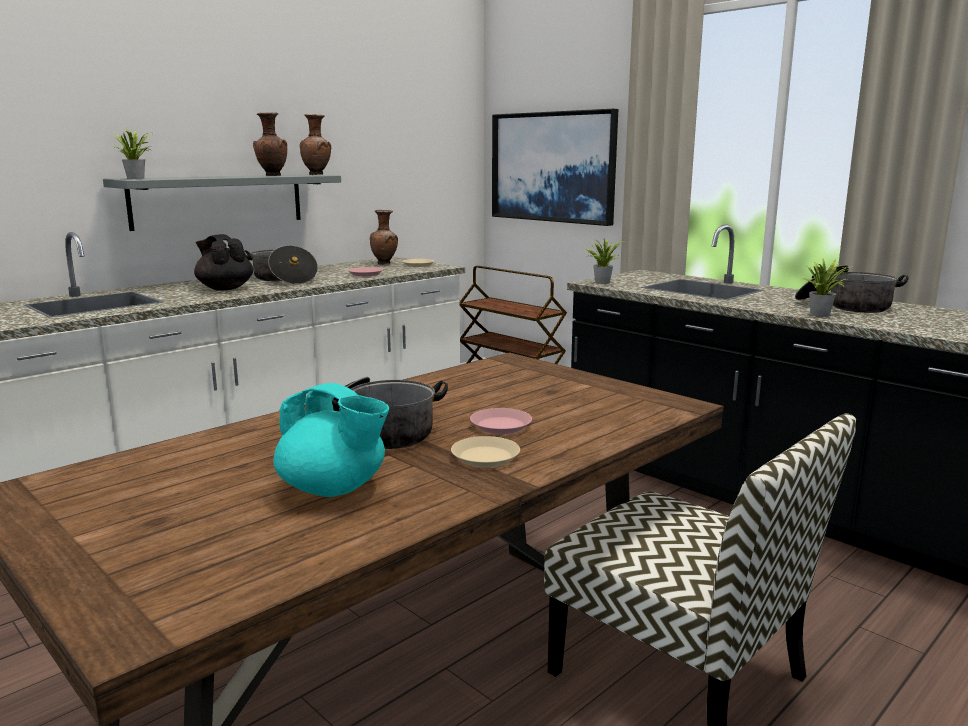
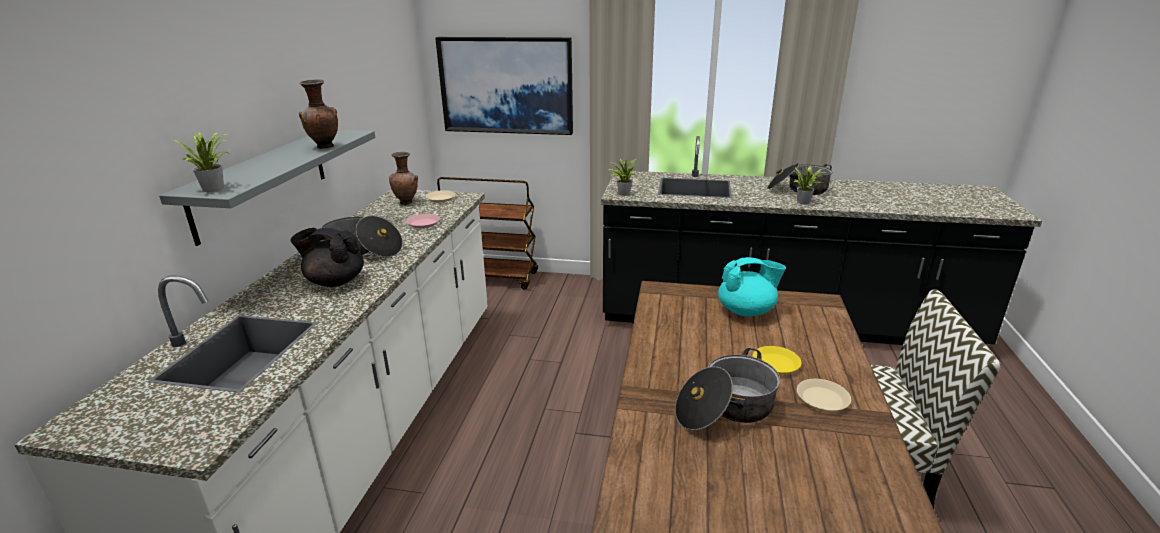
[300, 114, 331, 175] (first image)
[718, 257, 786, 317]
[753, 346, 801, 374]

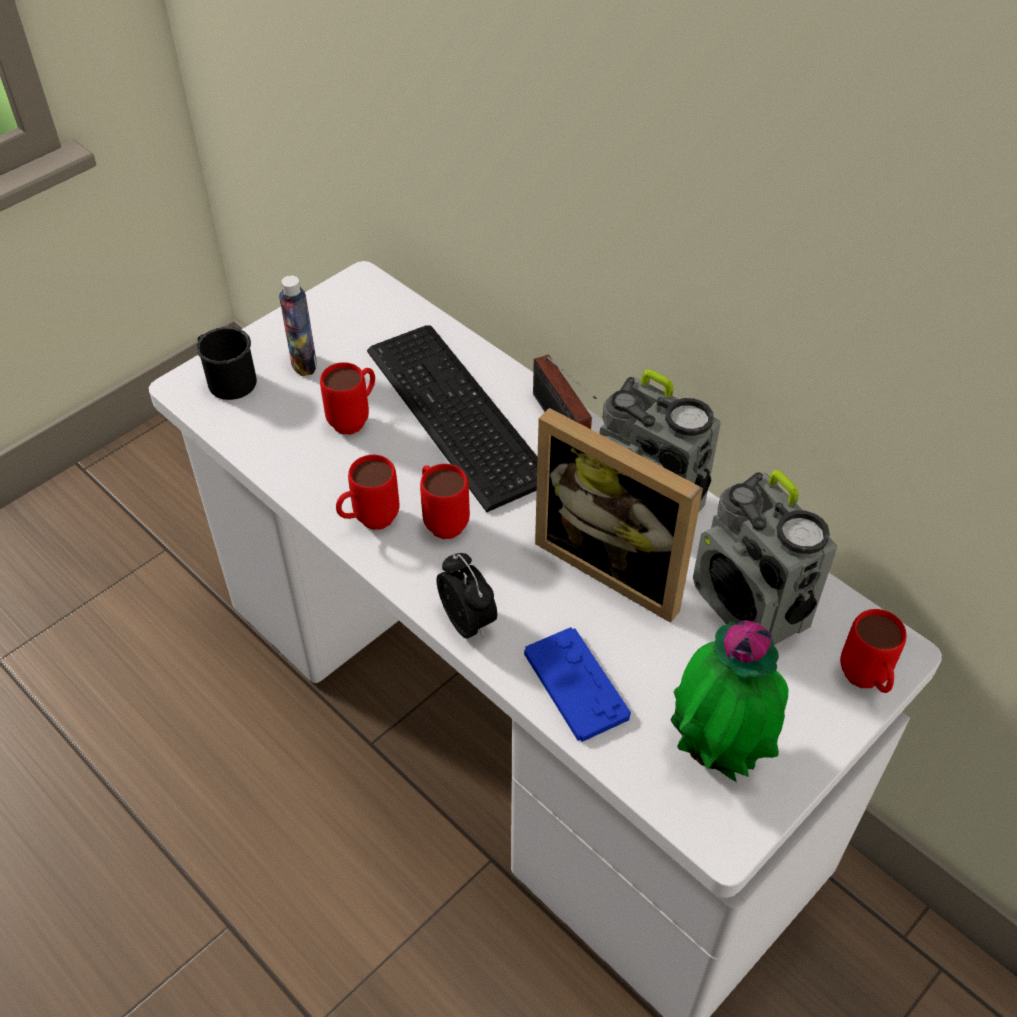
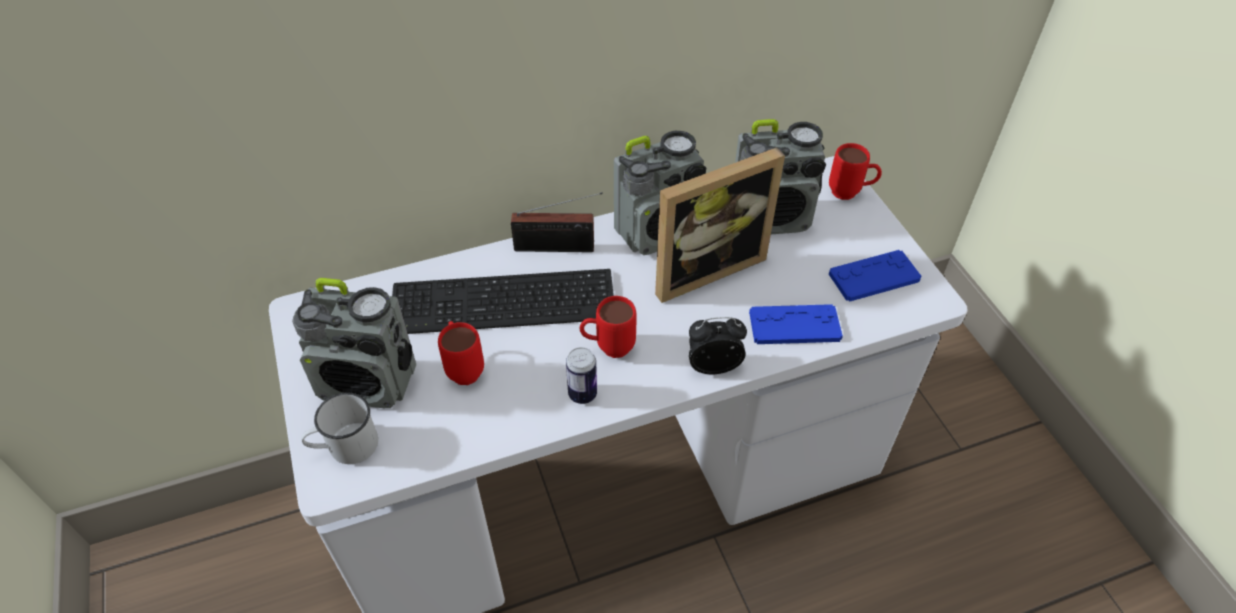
[292, 278, 416, 408]
[301, 393, 378, 464]
[566, 347, 597, 404]
[829, 250, 921, 302]

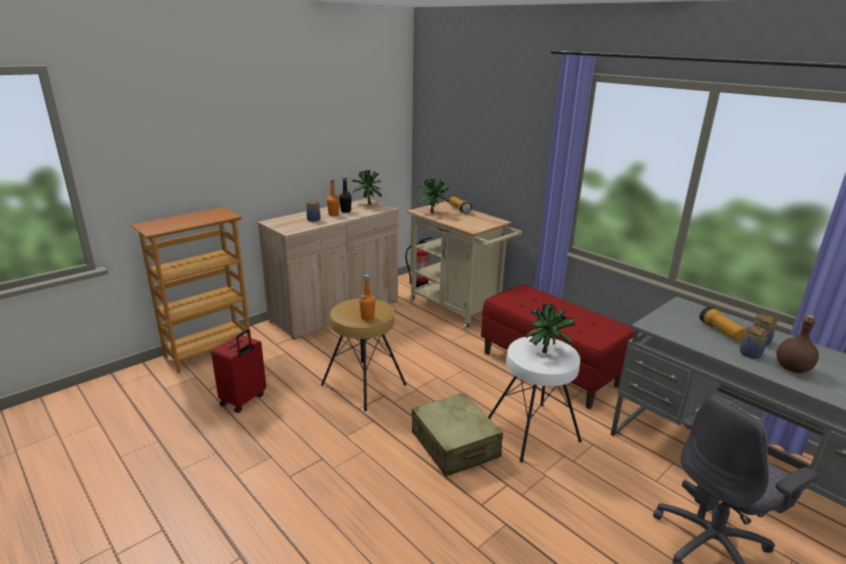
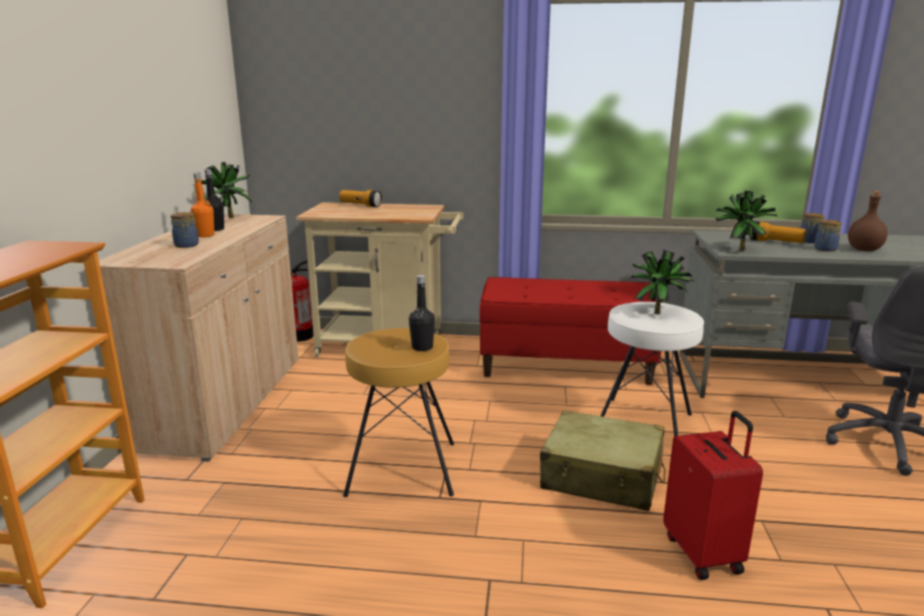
[715, 191, 777, 251]
[409, 275, 435, 351]
[663, 411, 763, 580]

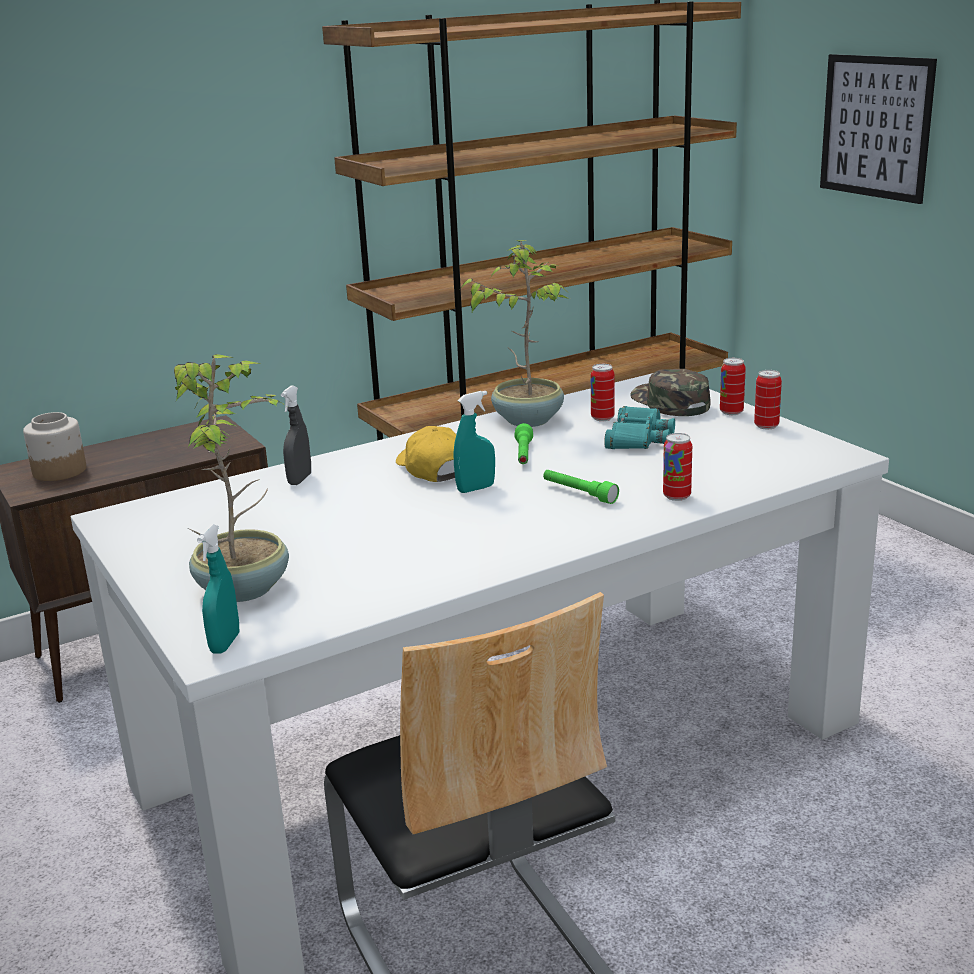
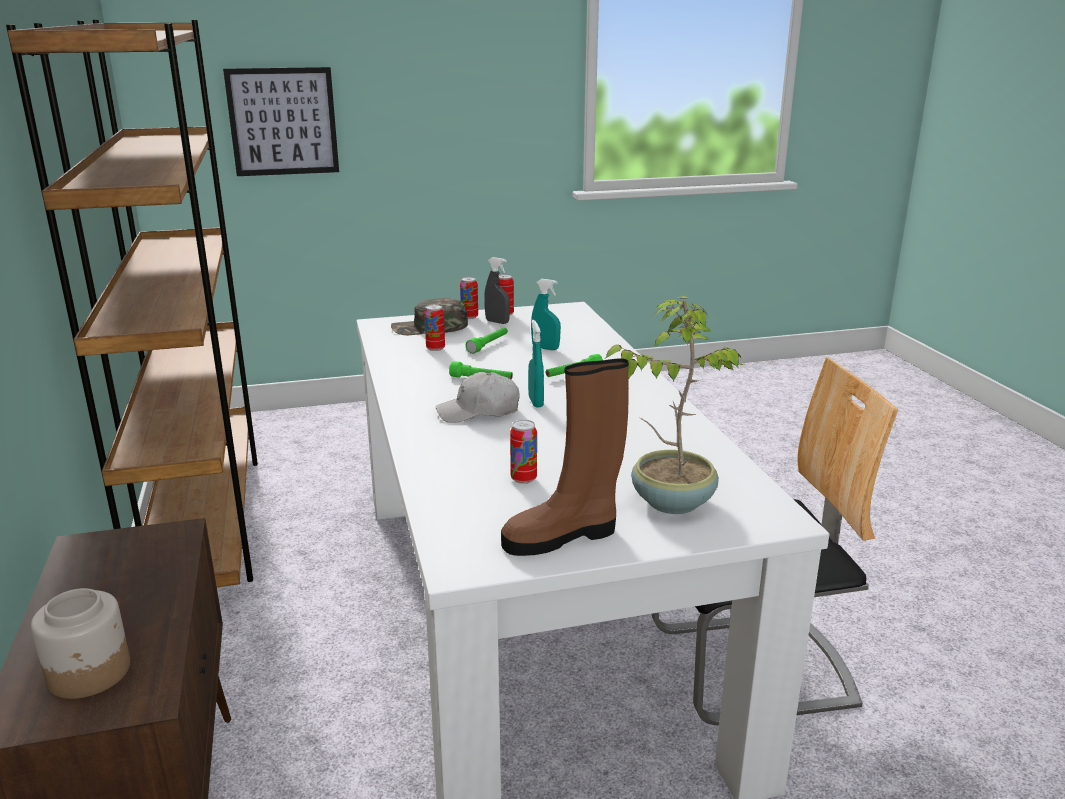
[460, 240, 570, 427] (first image)
[484, 257, 510, 324]
[466, 327, 508, 354]
[436, 372, 520, 423]
[510, 420, 537, 484]
[531, 279, 561, 350]
[501, 358, 629, 556]

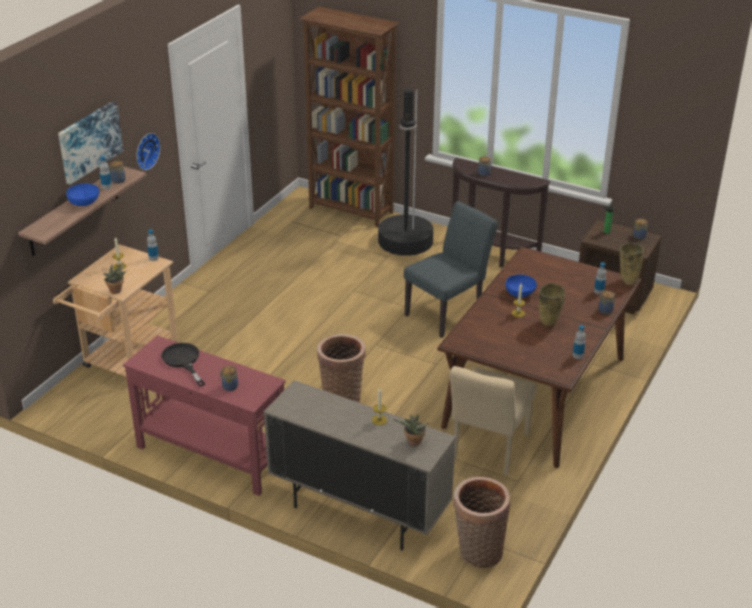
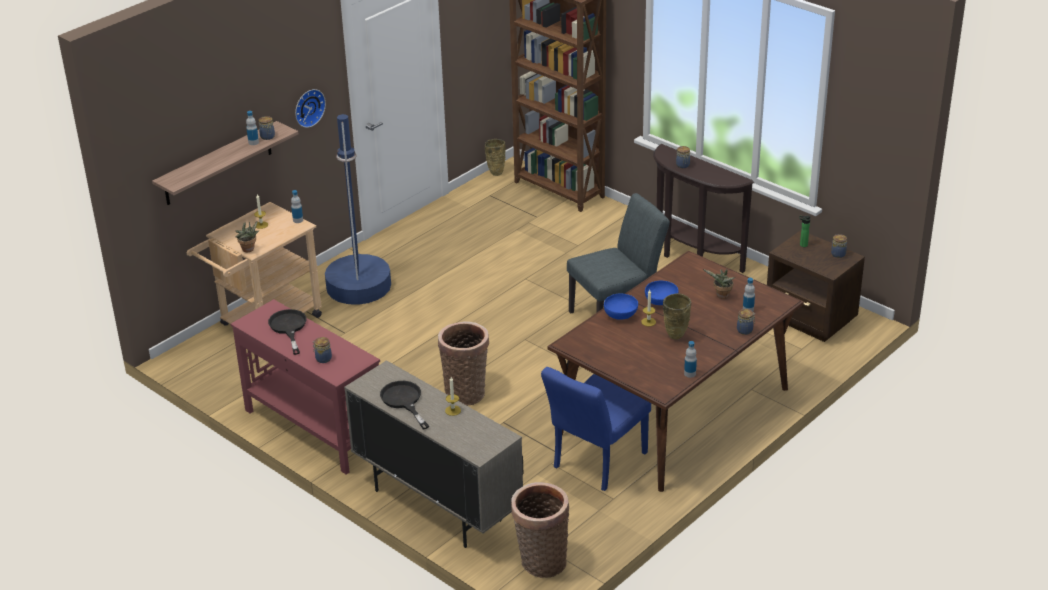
[378, 89, 433, 256] (first image)
[58, 101, 123, 185] (first image)
[604, 294, 638, 320]
[485, 139, 506, 176]
[541, 367, 651, 491]
[703, 269, 735, 299]
[325, 114, 391, 305]
[380, 381, 429, 429]

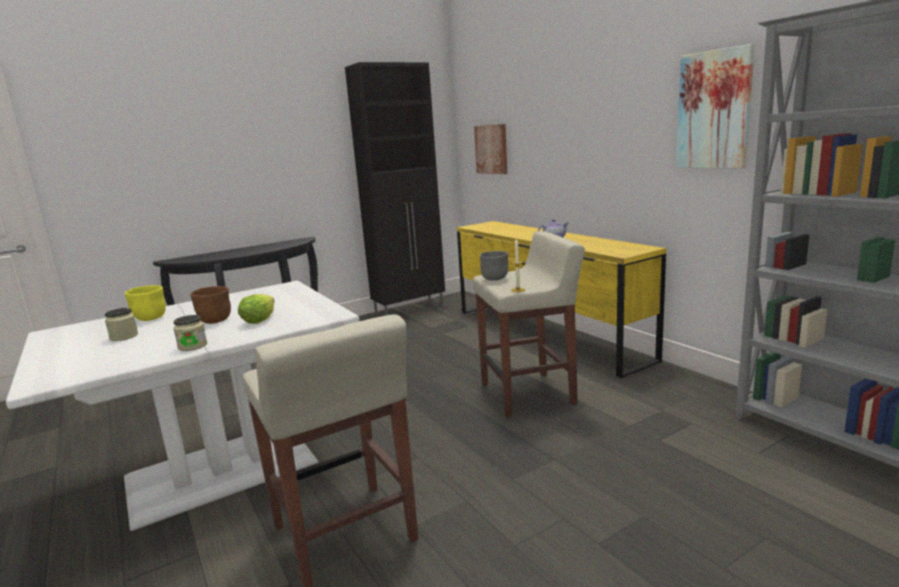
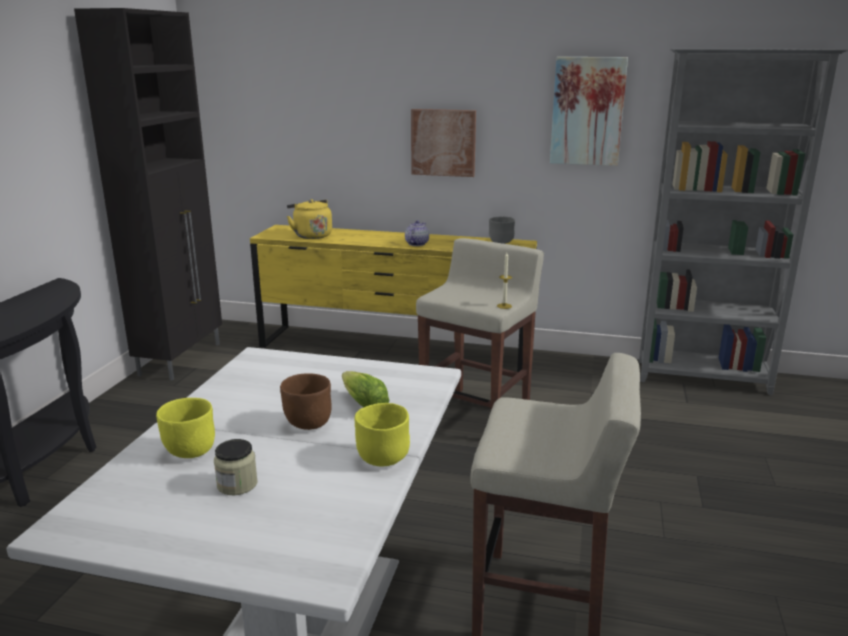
[411, 109, 476, 177]
[489, 216, 515, 244]
[354, 403, 410, 466]
[287, 199, 332, 239]

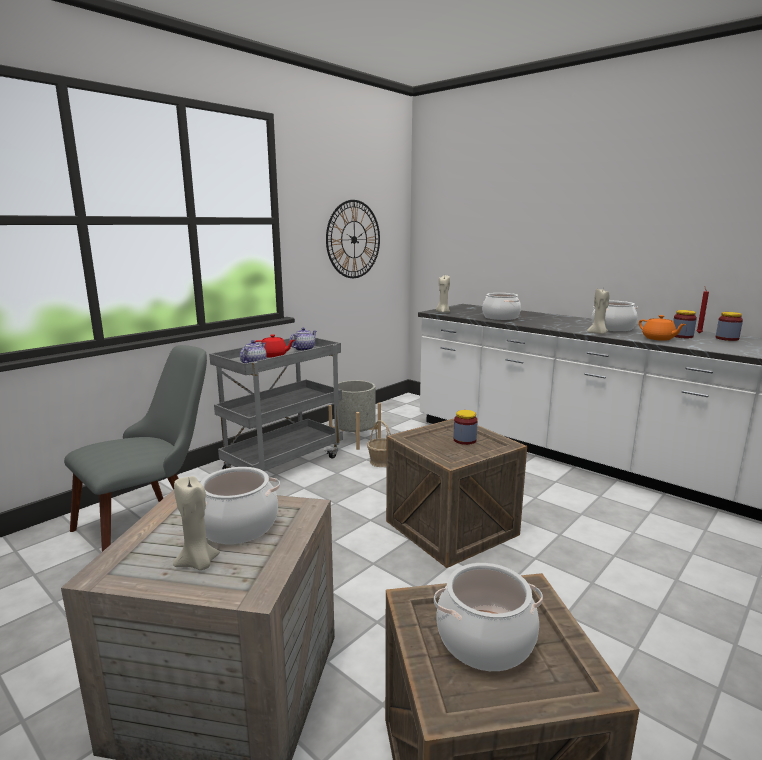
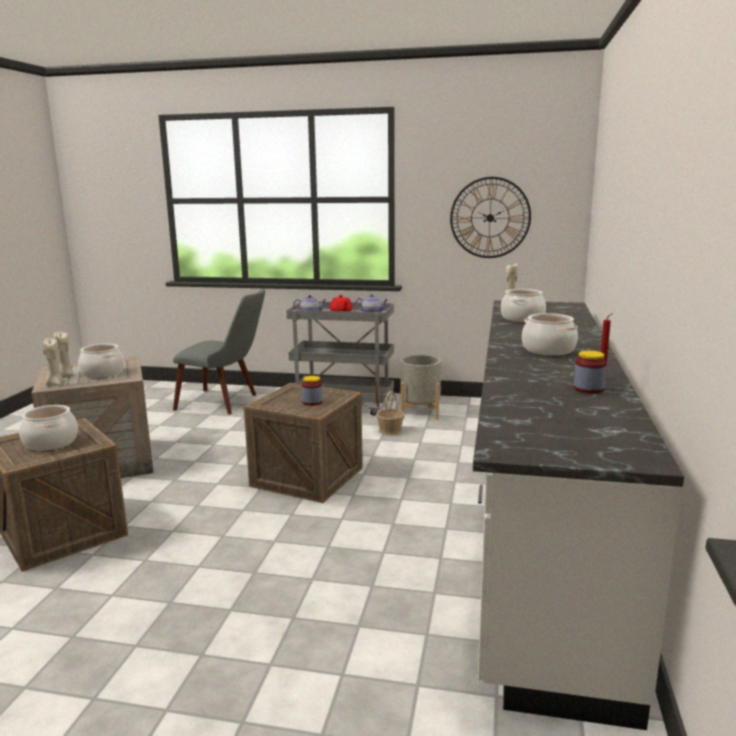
[42, 338, 65, 385]
[673, 310, 697, 338] (first image)
[639, 315, 687, 341] (first image)

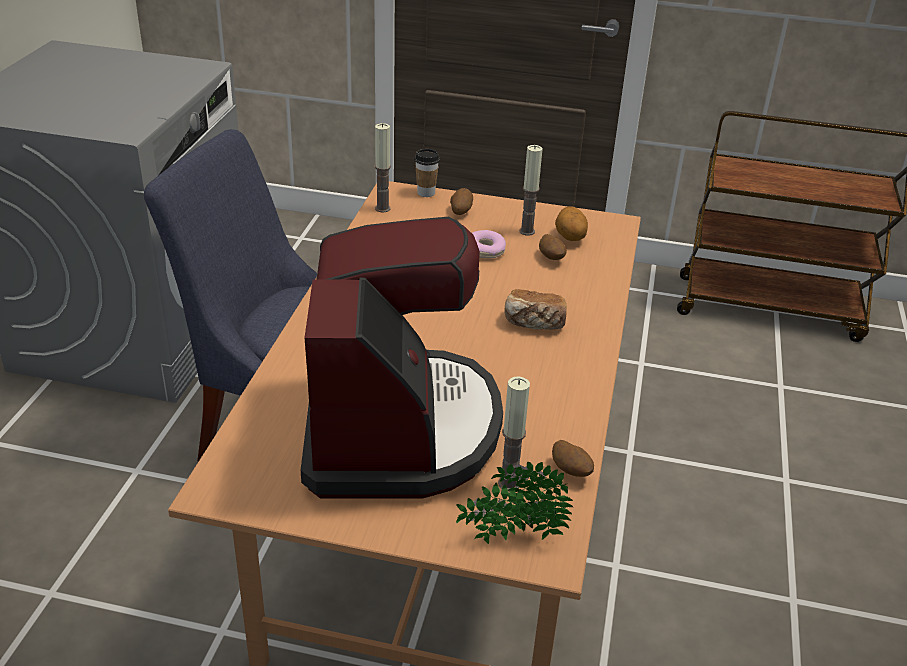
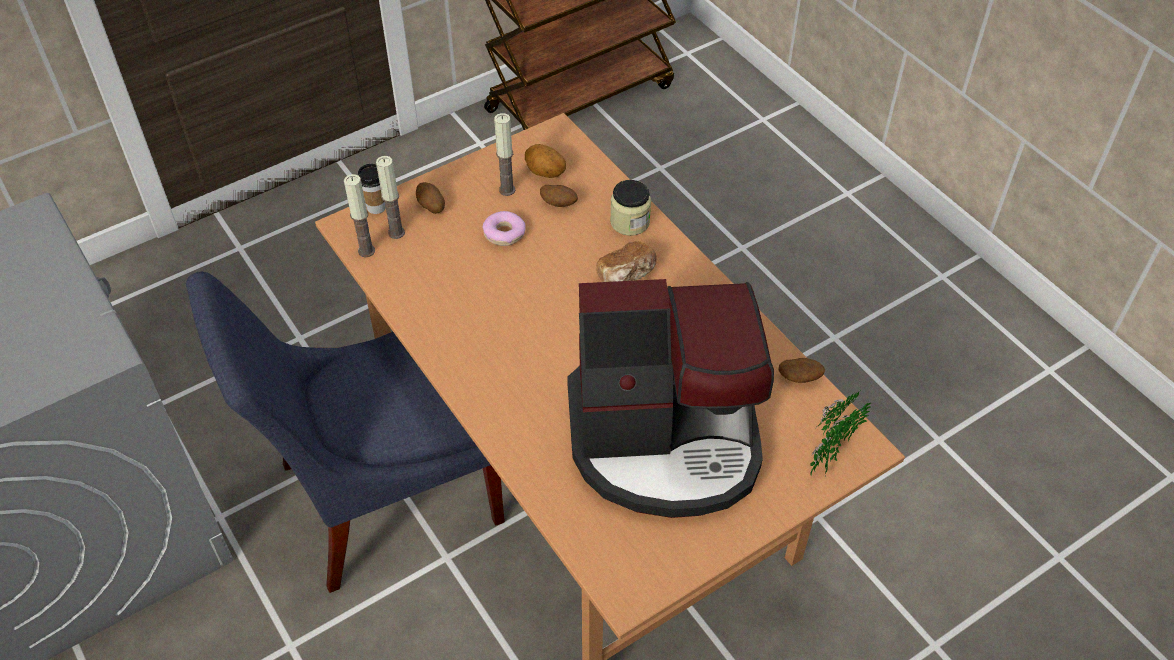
[567, 279, 774, 518]
[376, 156, 405, 239]
[610, 180, 651, 236]

